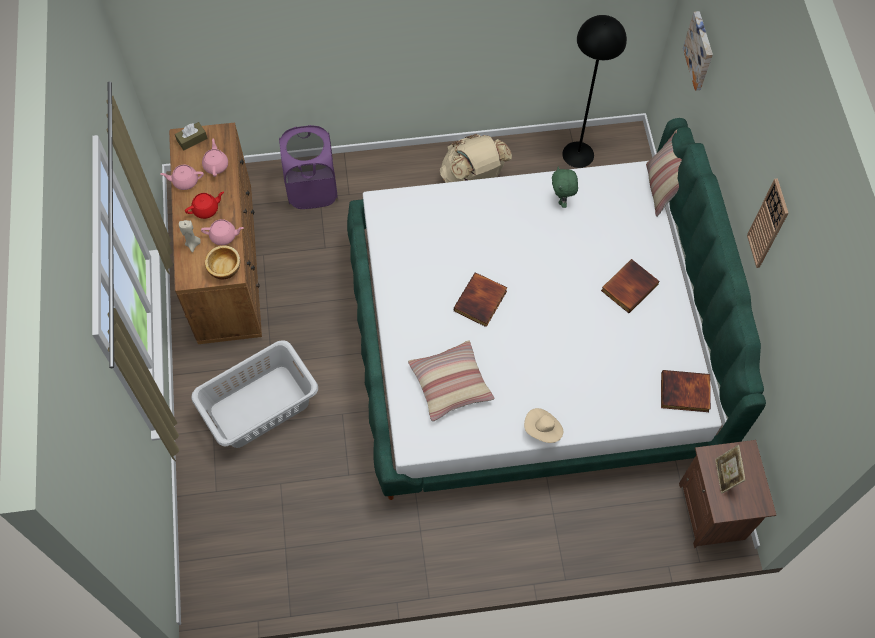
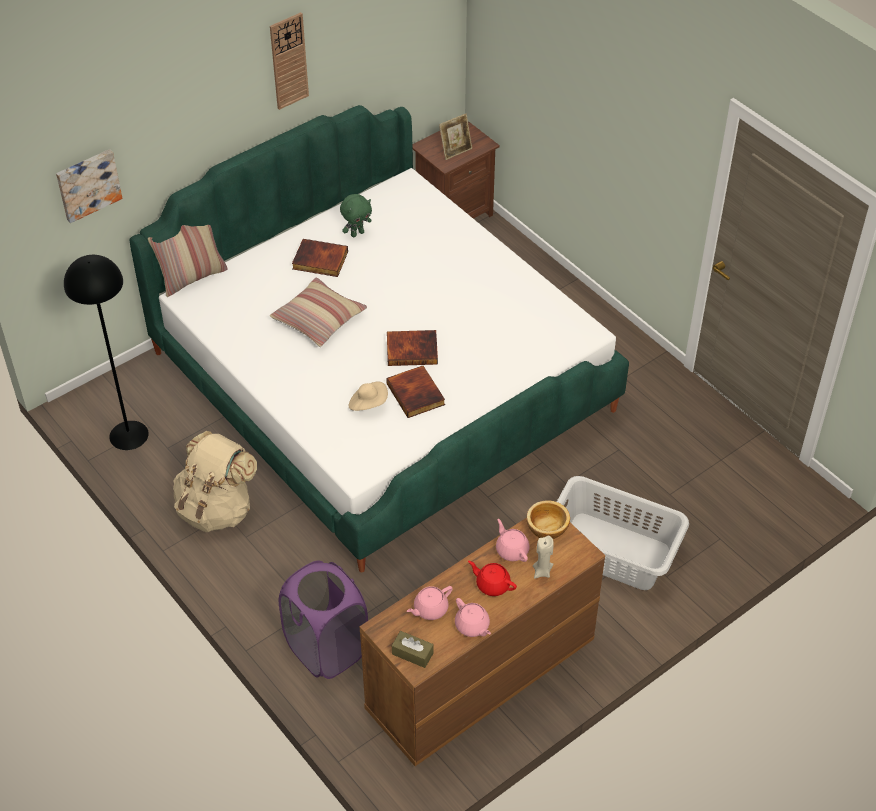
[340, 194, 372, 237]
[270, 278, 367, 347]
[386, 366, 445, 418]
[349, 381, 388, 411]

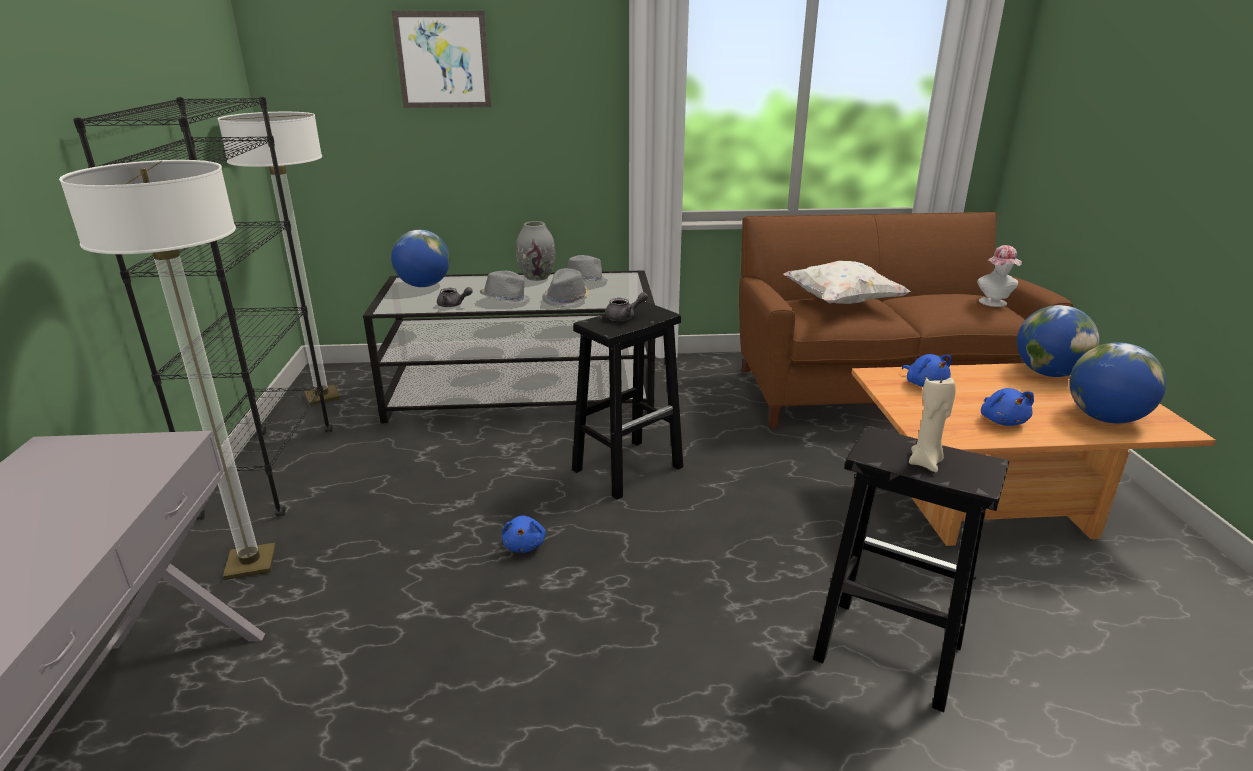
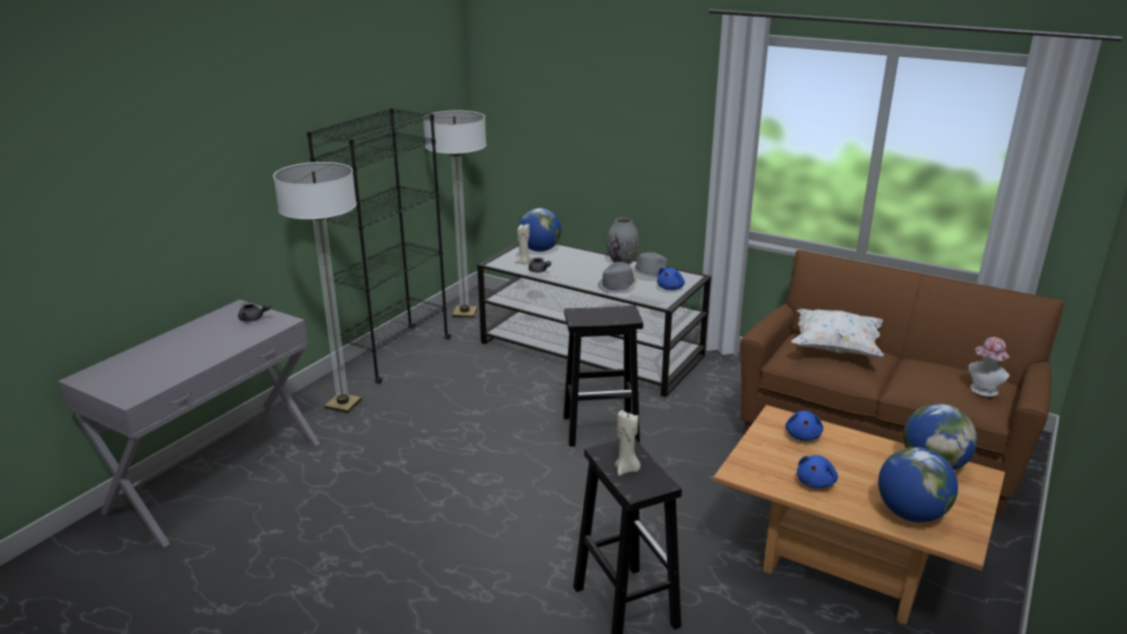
[392, 11, 491, 108] (first image)
[480, 271, 530, 304] (first image)
[238, 302, 271, 322]
[657, 267, 685, 290]
[515, 224, 532, 265]

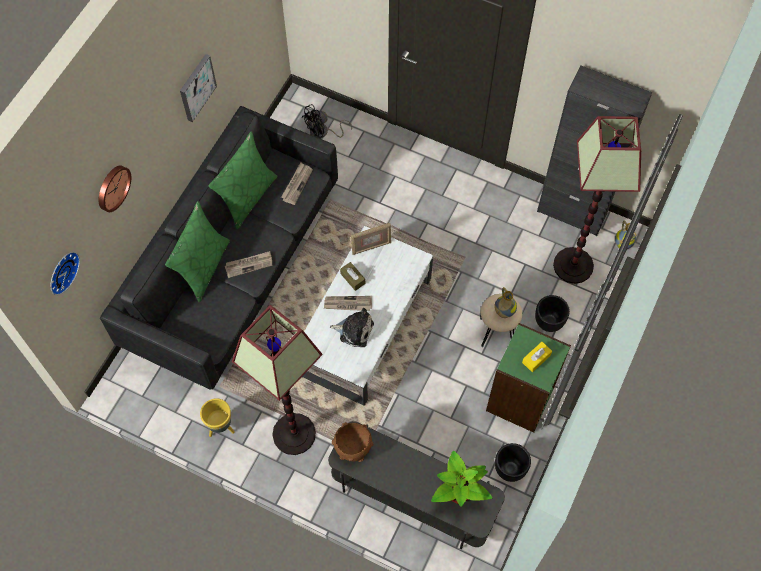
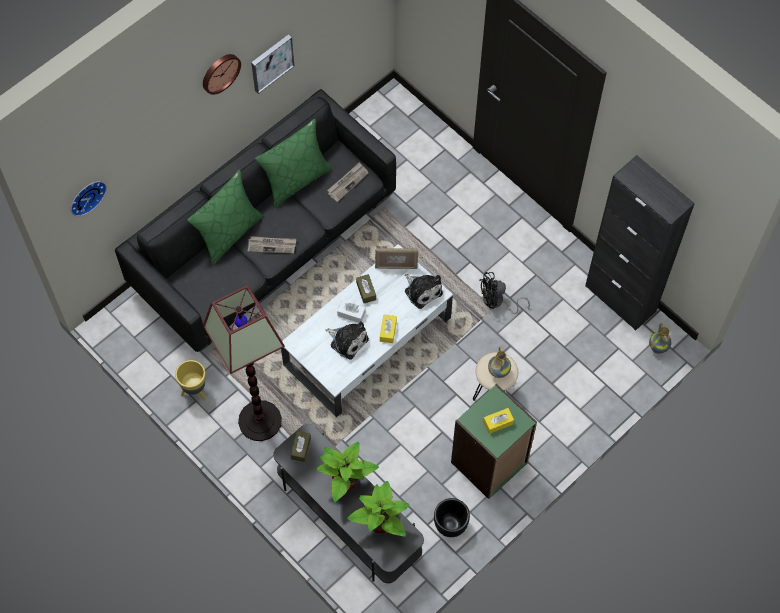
[479, 272, 530, 314]
[553, 116, 641, 284] (first image)
[203, 54, 241, 95]
[535, 295, 570, 332] (first image)
[337, 300, 366, 323]
[291, 431, 311, 462]
[405, 274, 443, 309]
[380, 315, 397, 343]
[316, 442, 379, 502]

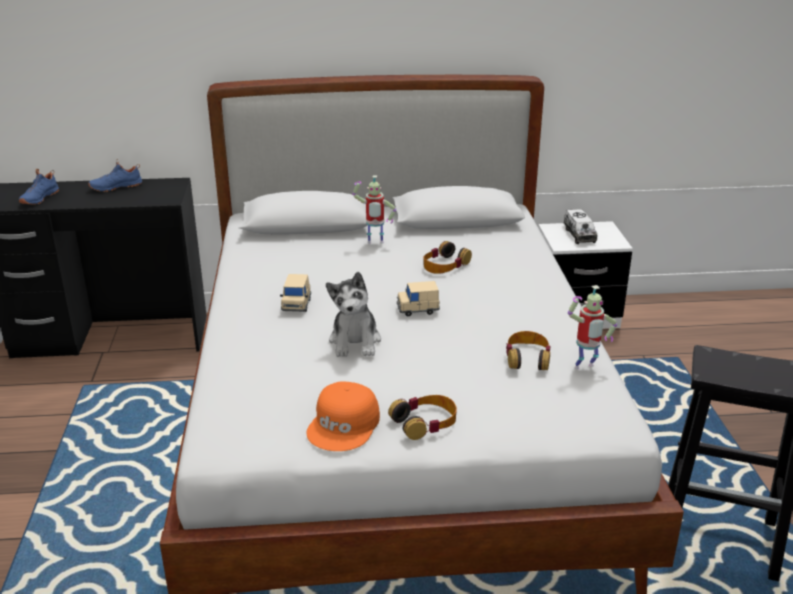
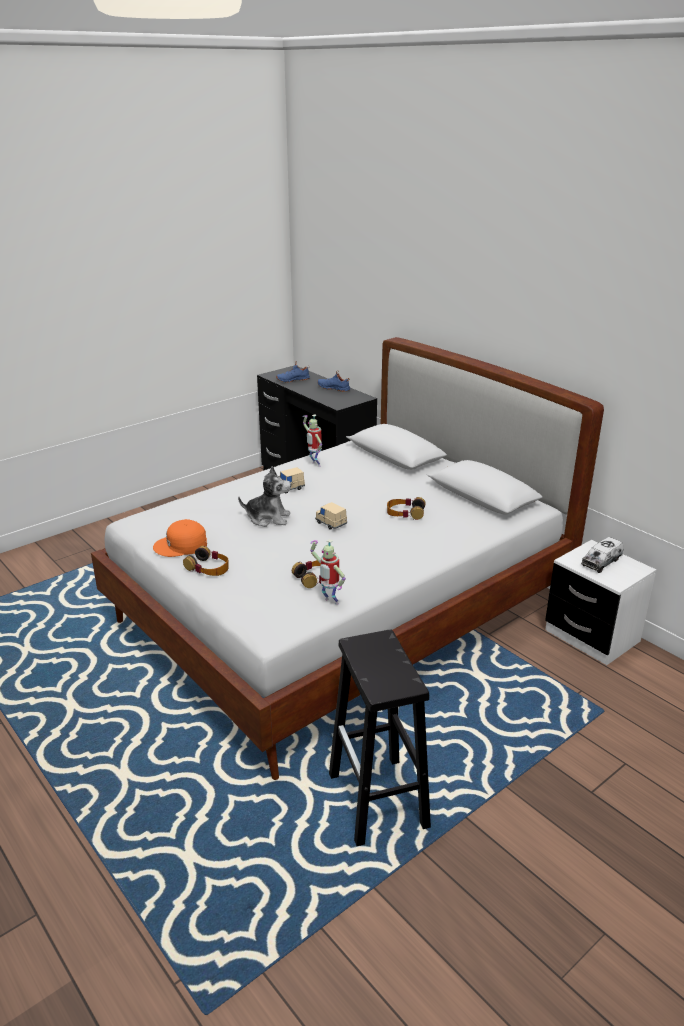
[302, 414, 322, 467]
[238, 466, 291, 527]

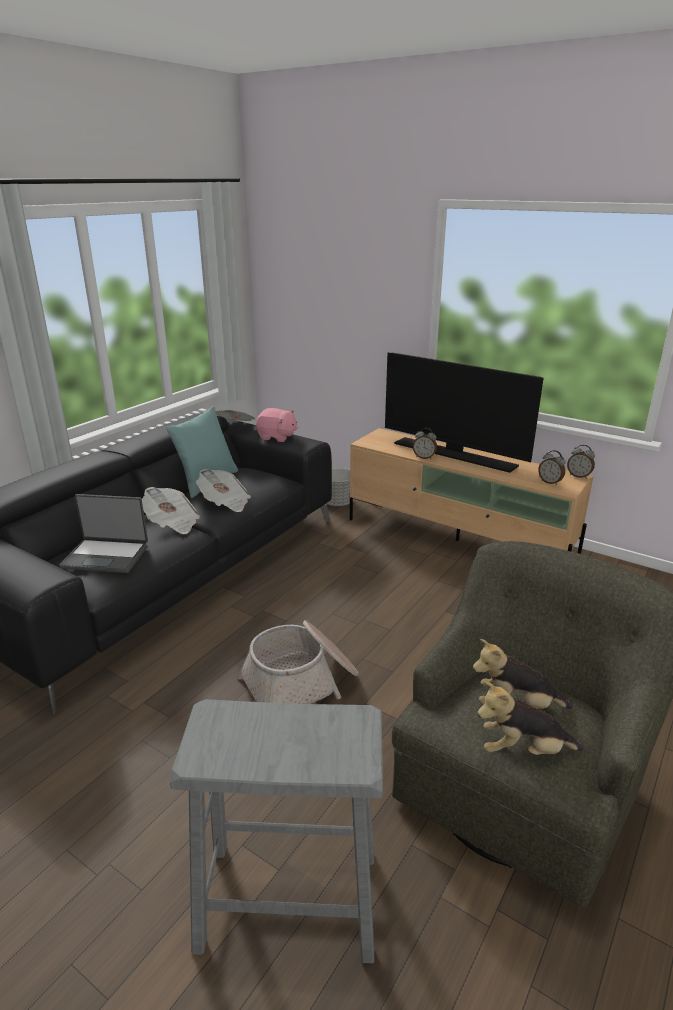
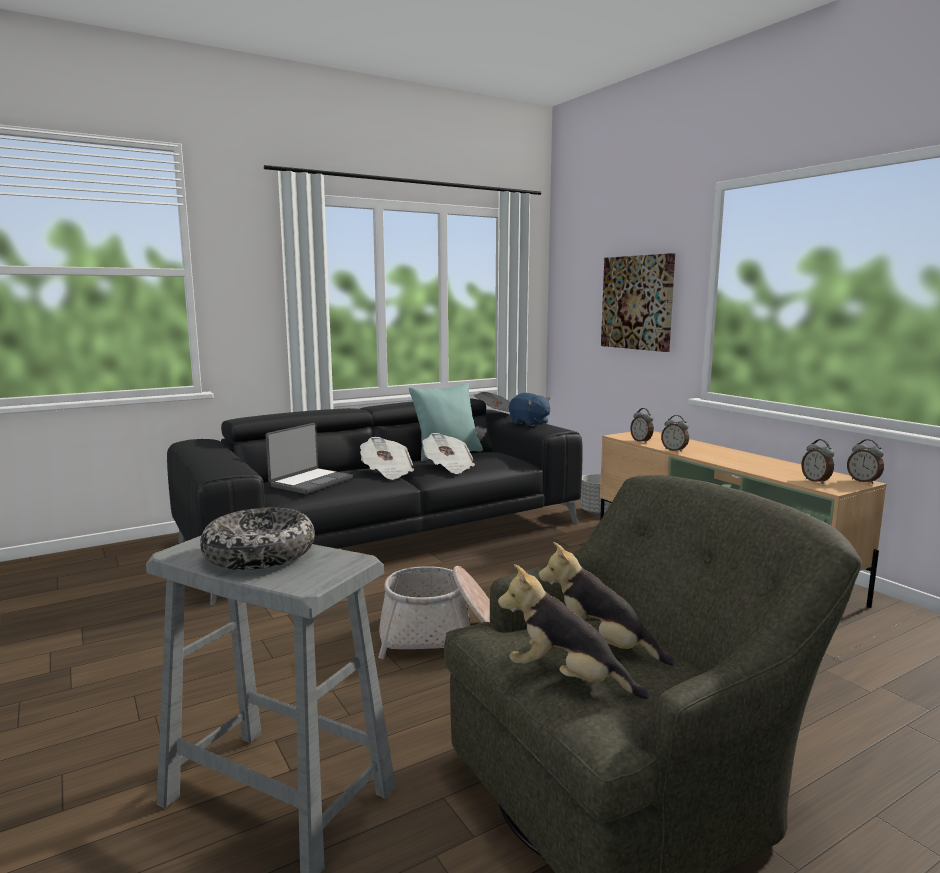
[385, 353, 544, 473] (first image)
[509, 393, 550, 426]
[266, 423, 353, 494]
[601, 253, 675, 352]
[630, 408, 654, 443]
[200, 508, 315, 570]

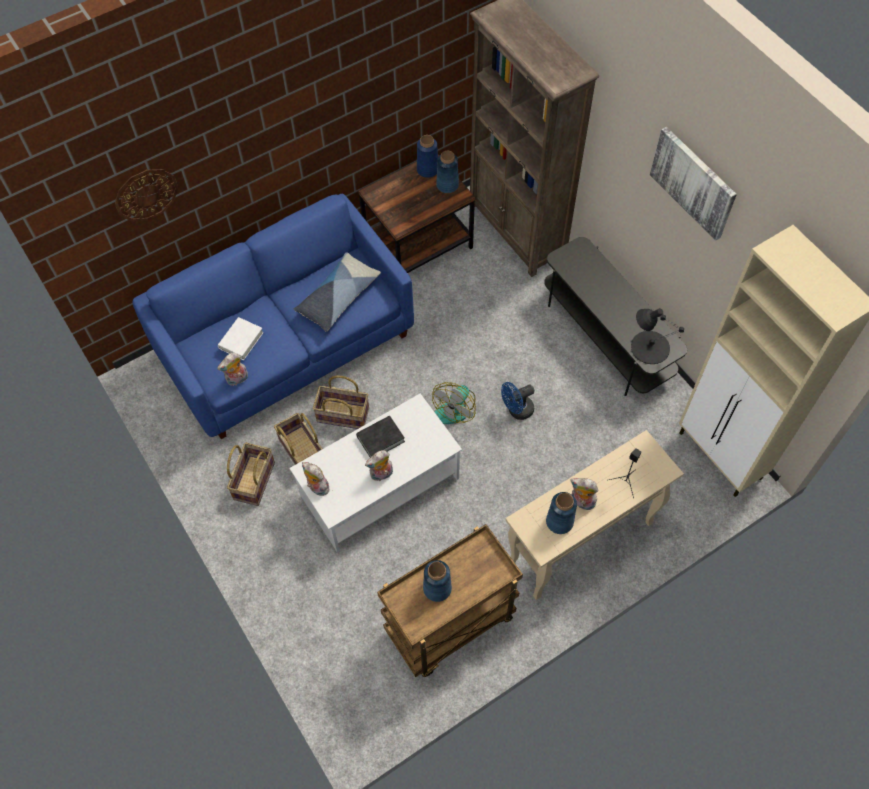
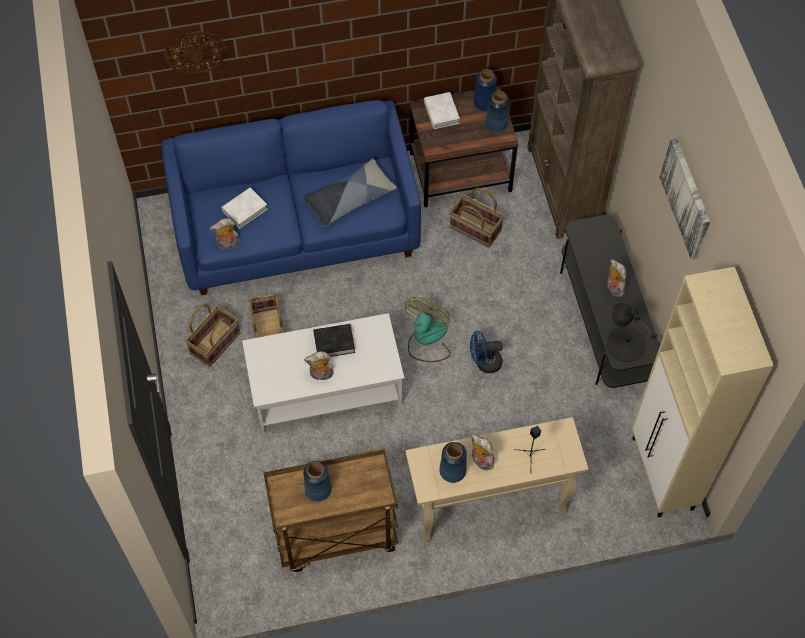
[450, 188, 504, 247]
[404, 297, 451, 362]
[607, 259, 627, 297]
[424, 92, 460, 129]

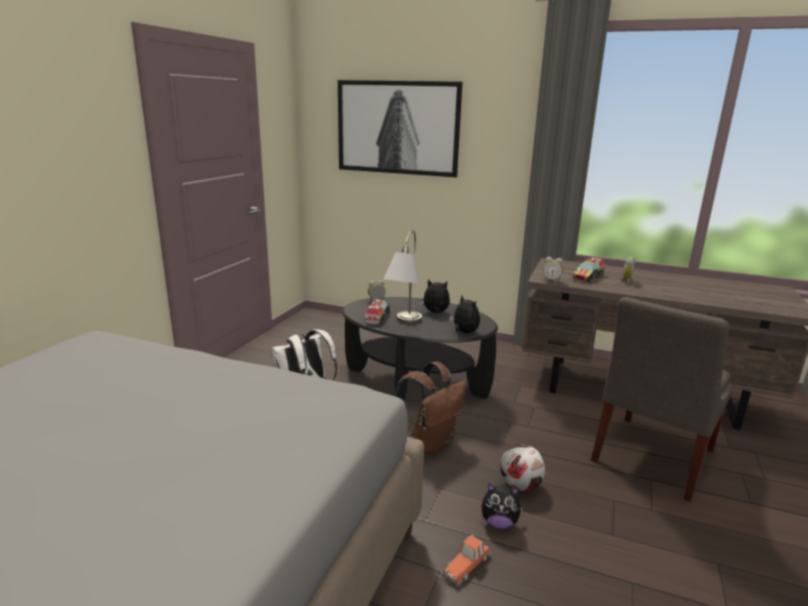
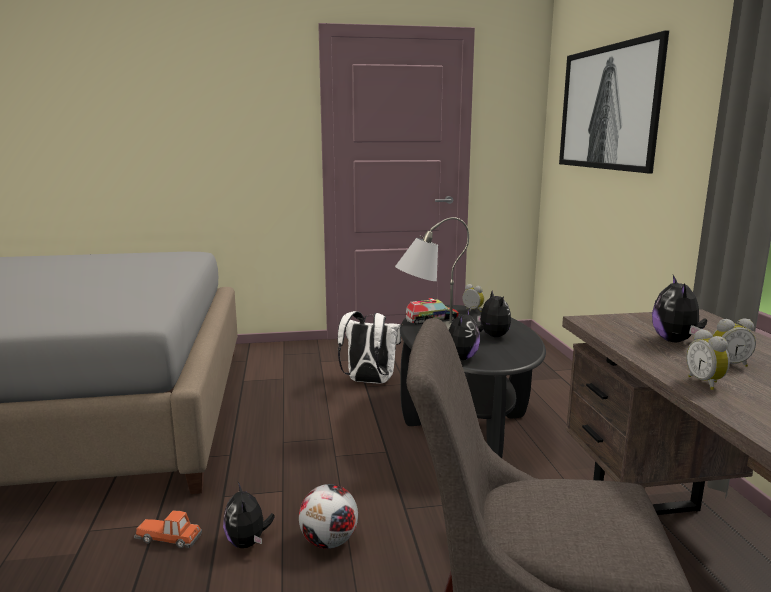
[686, 329, 730, 390]
[652, 275, 707, 342]
[395, 361, 467, 455] (first image)

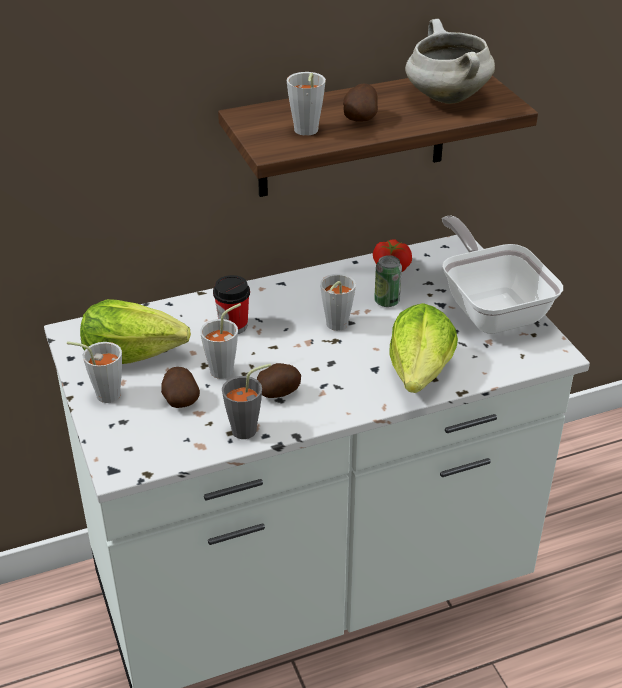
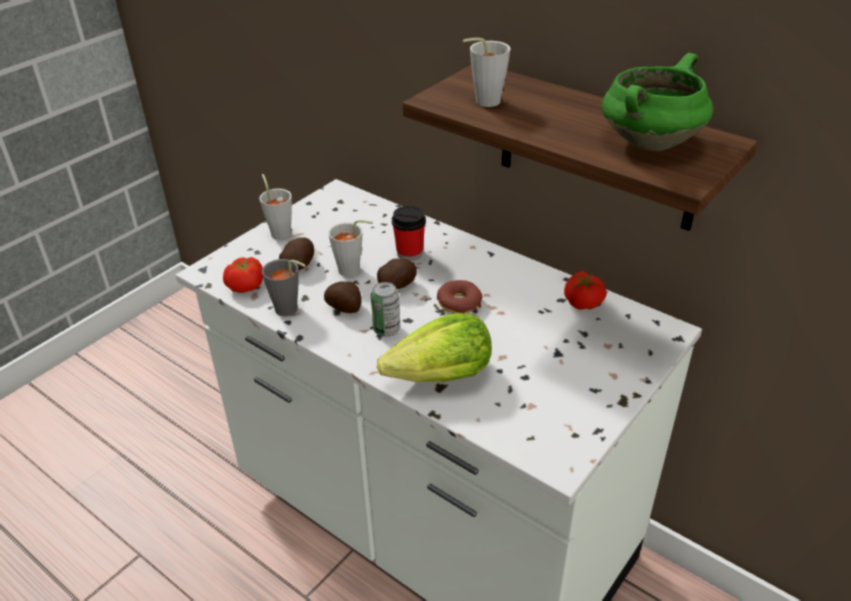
[602, 53, 713, 151]
[377, 259, 417, 289]
[442, 215, 563, 334] (first image)
[371, 282, 400, 337]
[437, 280, 482, 314]
[80, 299, 191, 364] (first image)
[223, 257, 263, 293]

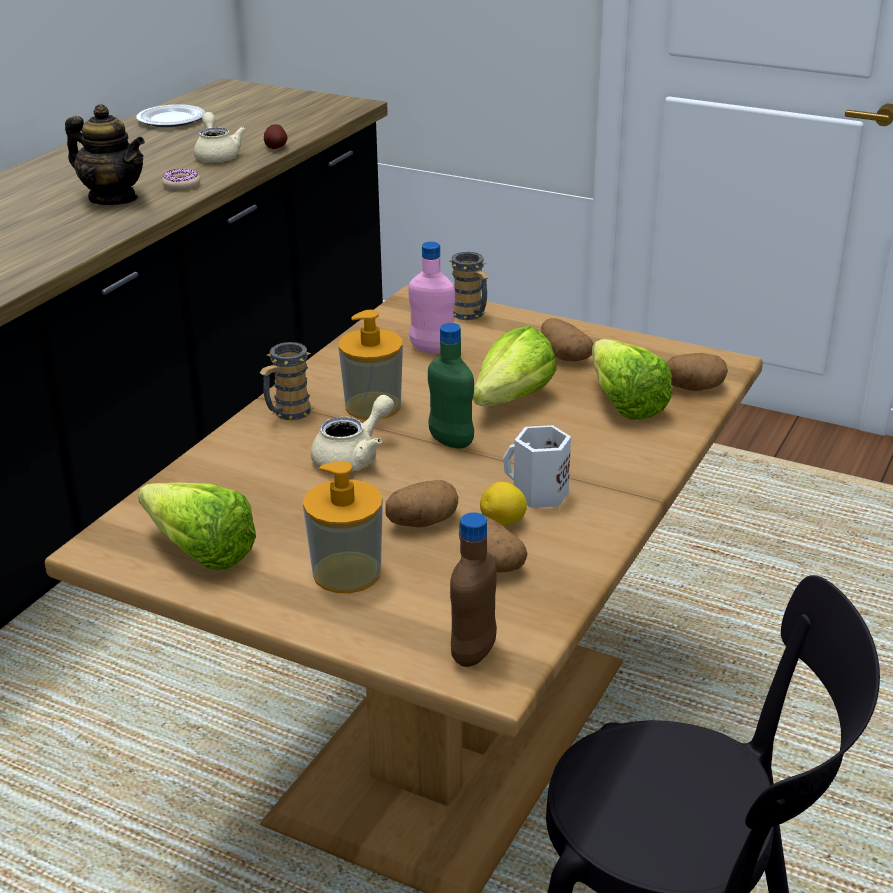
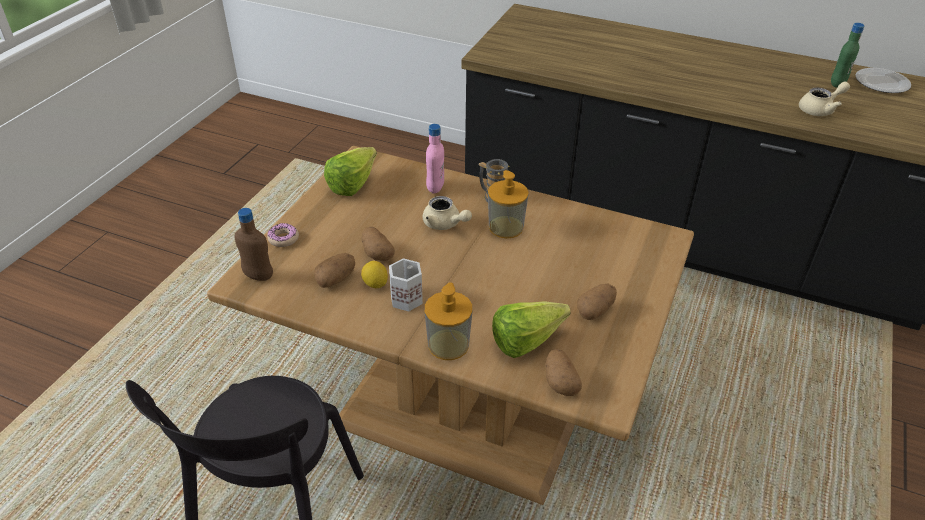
[65, 104, 145, 205] (first image)
[264, 124, 288, 149] (first image)
[267, 223, 299, 247]
[426, 124, 444, 194]
[449, 252, 489, 320] (first image)
[831, 23, 865, 88]
[473, 326, 557, 406] (first image)
[425, 283, 472, 360]

